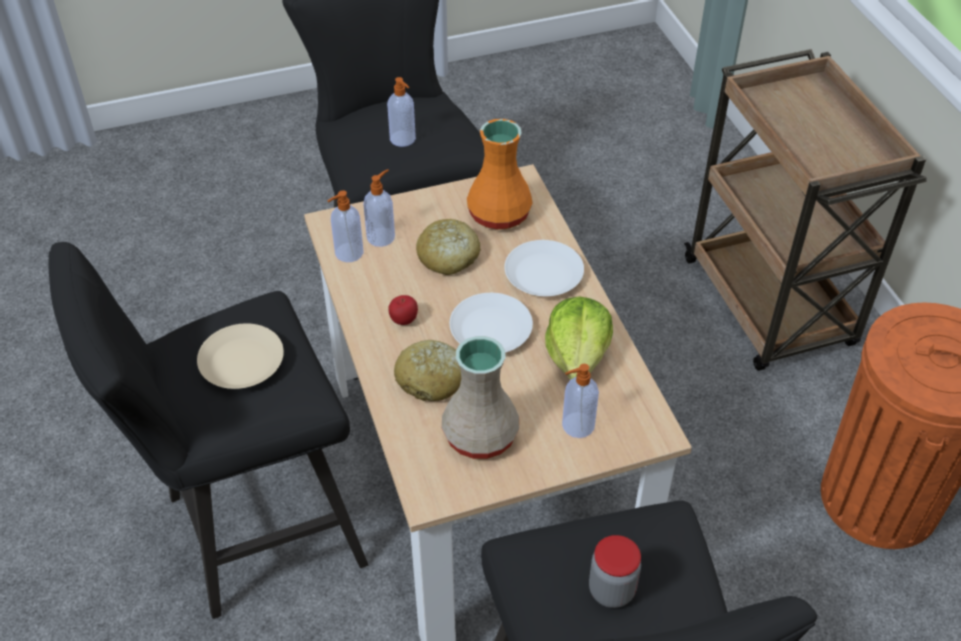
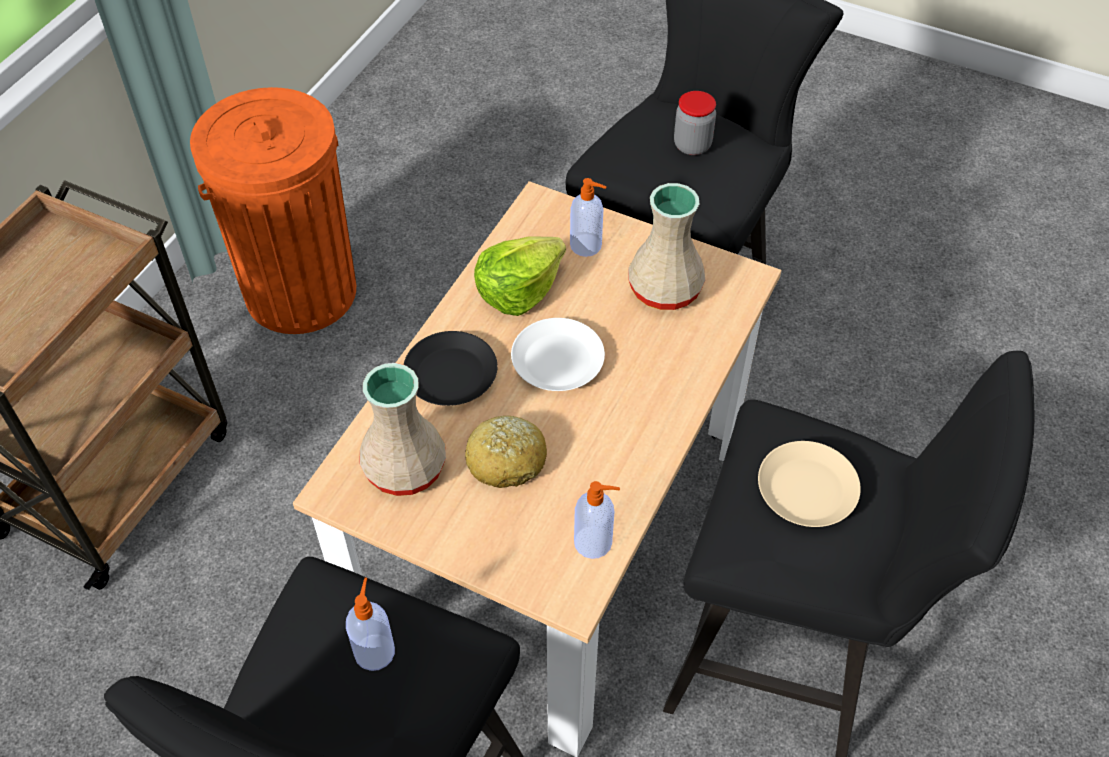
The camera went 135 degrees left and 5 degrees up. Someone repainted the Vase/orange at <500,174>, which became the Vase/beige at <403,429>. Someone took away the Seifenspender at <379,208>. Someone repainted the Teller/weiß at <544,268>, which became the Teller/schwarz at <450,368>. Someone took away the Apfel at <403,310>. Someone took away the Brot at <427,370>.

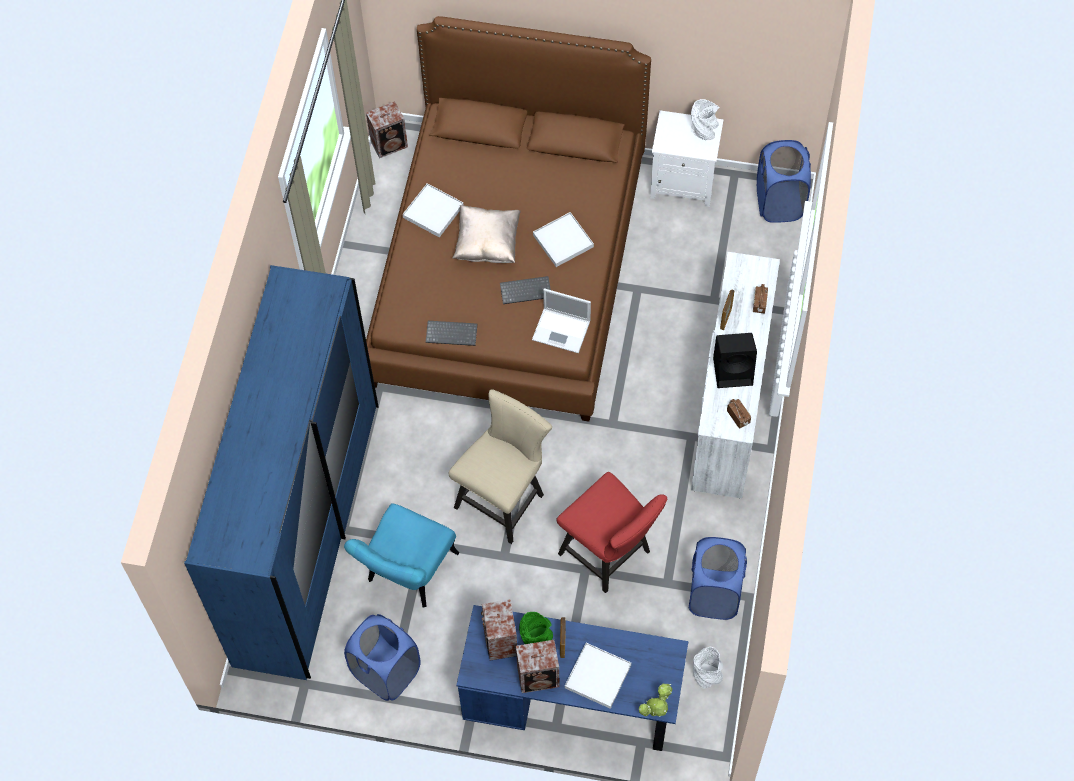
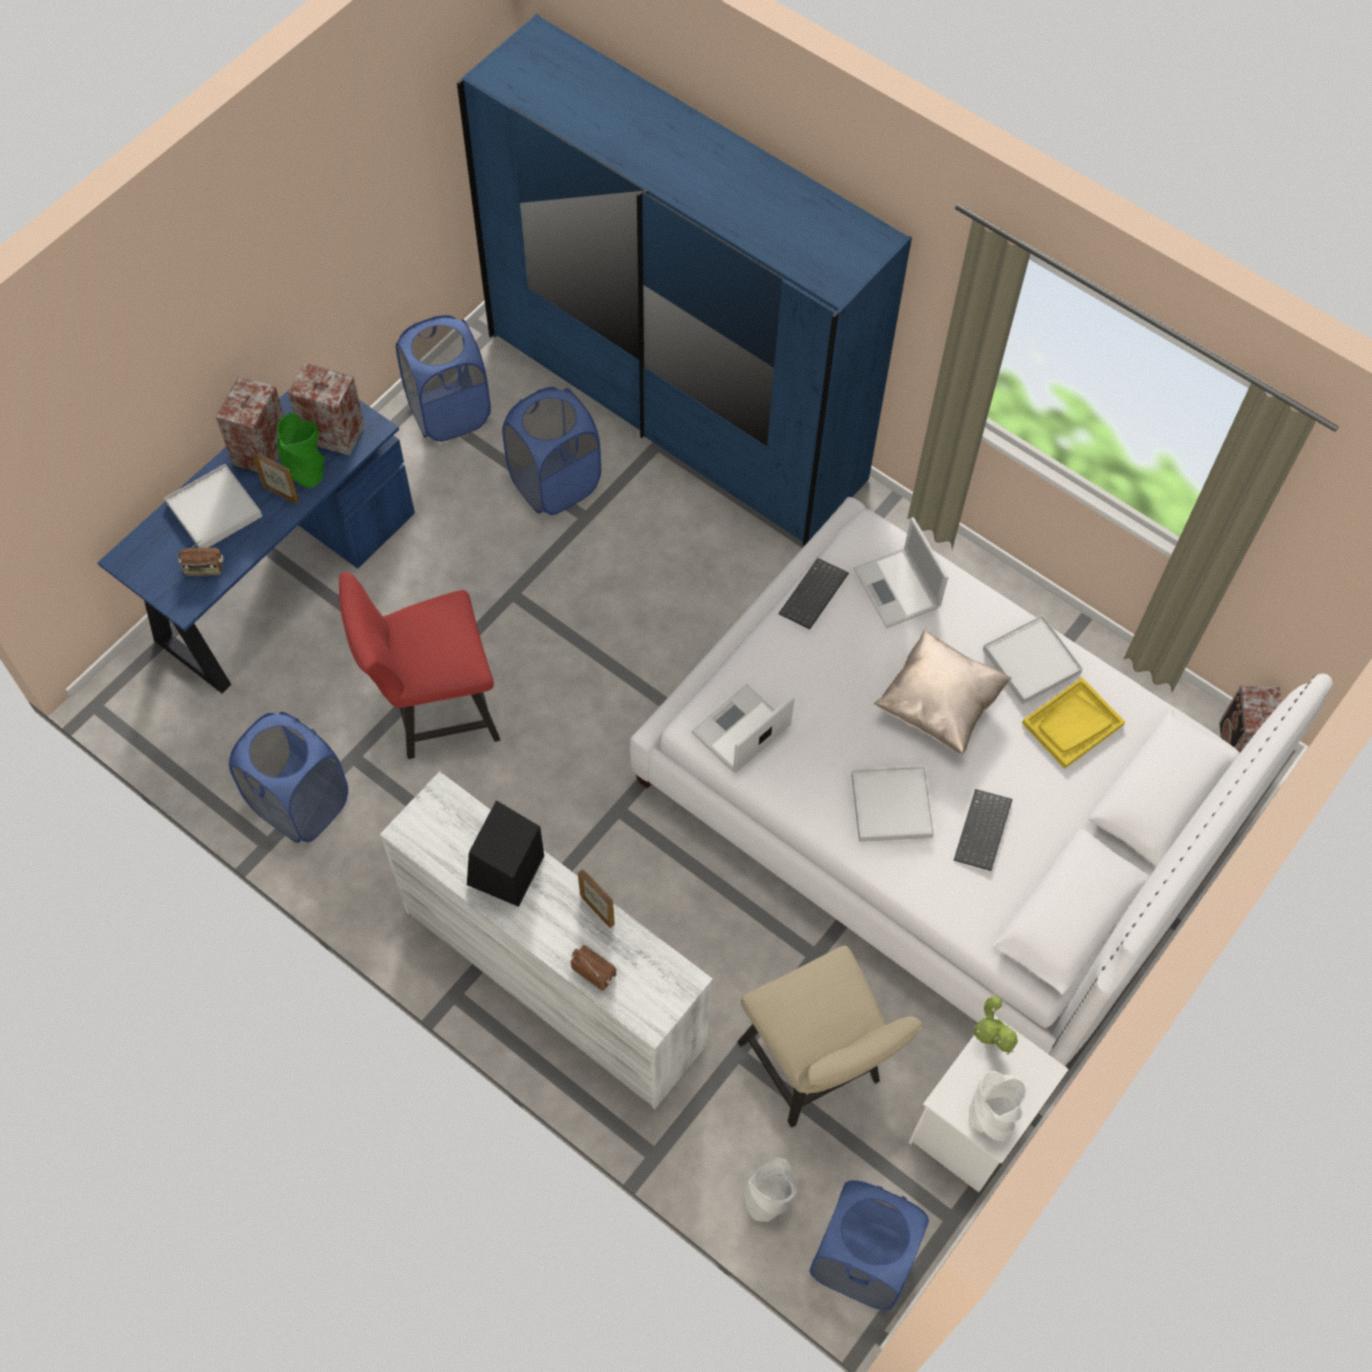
The camera went 115 degrees right and 0 degrees up. Someone repainted the Bett/braun at <508,219>, which became the Bett/weiß at <981,781>. Someone carried the Tastatur from <525,290> to <983,830>. Someone carried the Stuhl/beige from <500,466> to <830,1037>. Someone carried the Radio from <739,413> to <200,557>. Someone swapped the Stuhl/türkis at <402,555> for the Wäschekorb/blau at <551,451>. Someone carried the Vase/grau from <708,668> to <771,1189>. Someone carried the Topfpflanze from <656,700> to <996,1024>. Someone put down the Laptop at <900,572>. Someone put down the Tablett/gelb at <1073,723>.

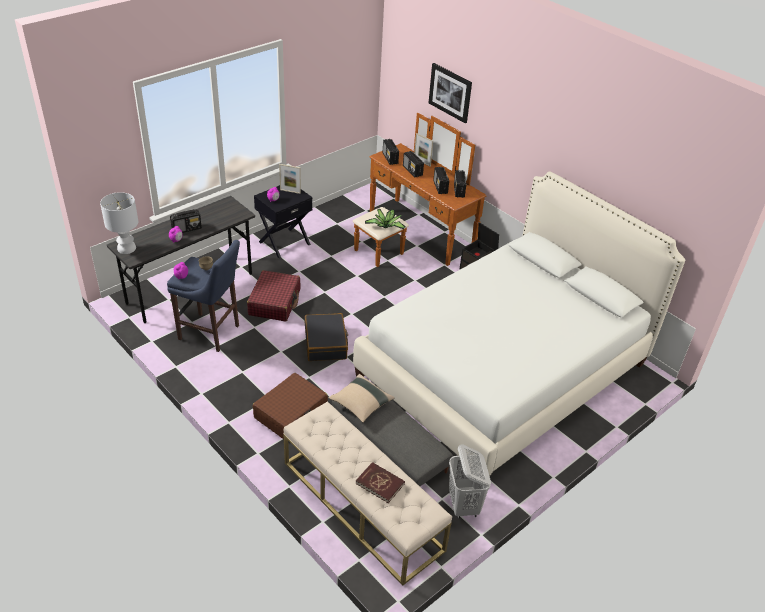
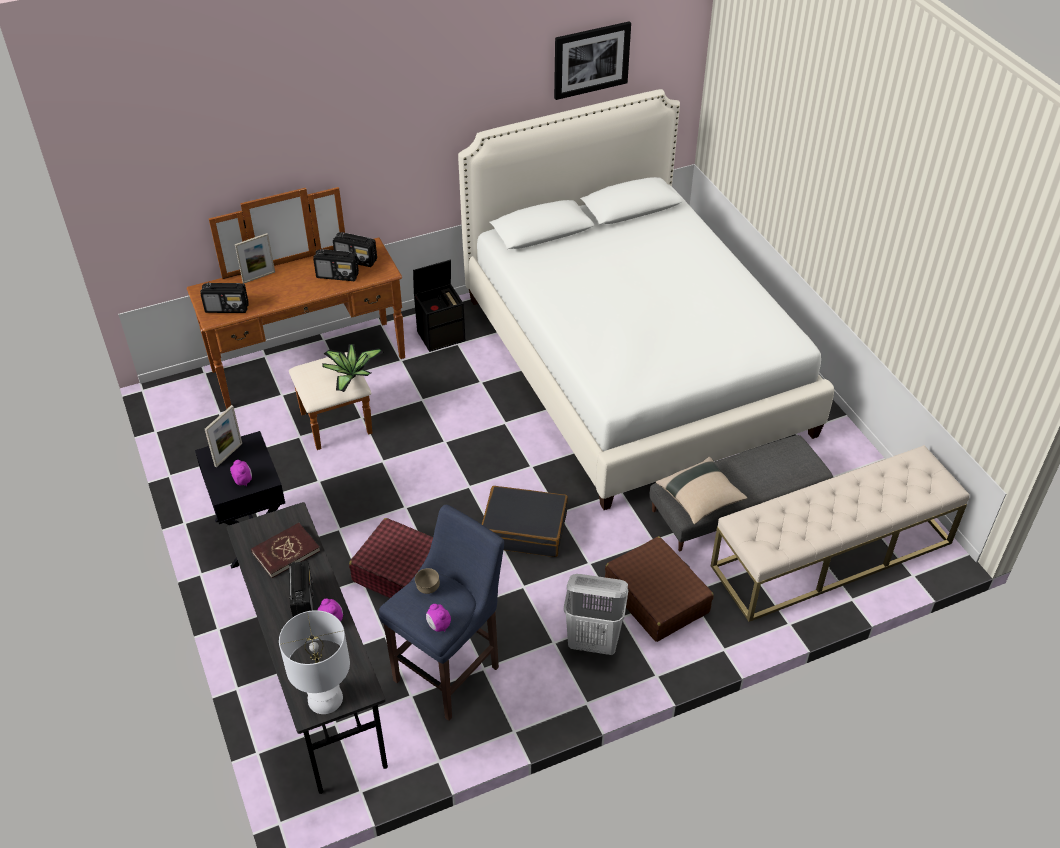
The camera went 70 degrees left and 5 degrees up. Someone carried the Bild from <450,93> to <592,60>. Someone took away the Radio at <413,164>. Someone carried the Wäschekorb/weiß from <470,481> to <596,614>. Someone carried the Buch/rot from <380,482> to <285,550>.

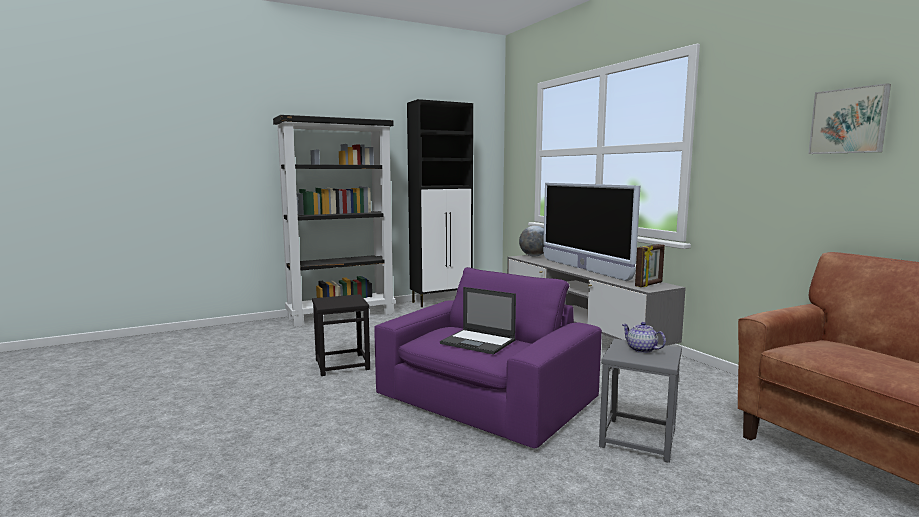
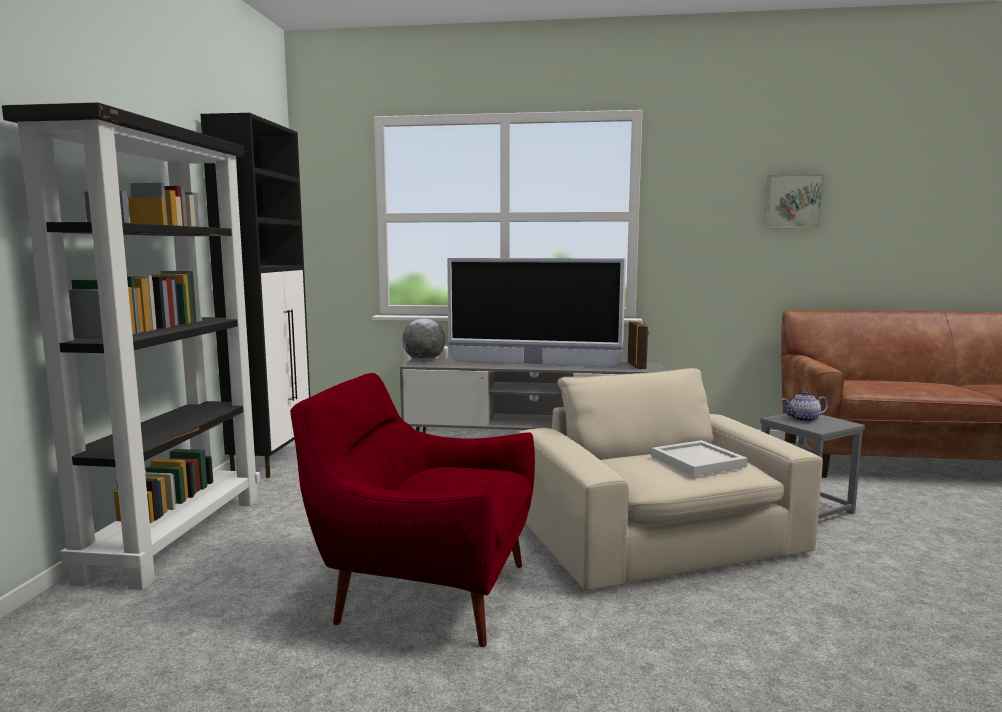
The camera went 55 degrees left and 0 degrees up. Someone repainted the Sessel/lila at <488,357>, which became the Sessel/beige at <670,479>. Someone swapped the Laptop at <478,321> for the Tablett/weiß at <699,458>. Someone swapped the Hocker/schwarz at <341,335> for the Sessel/rot at <412,510>.

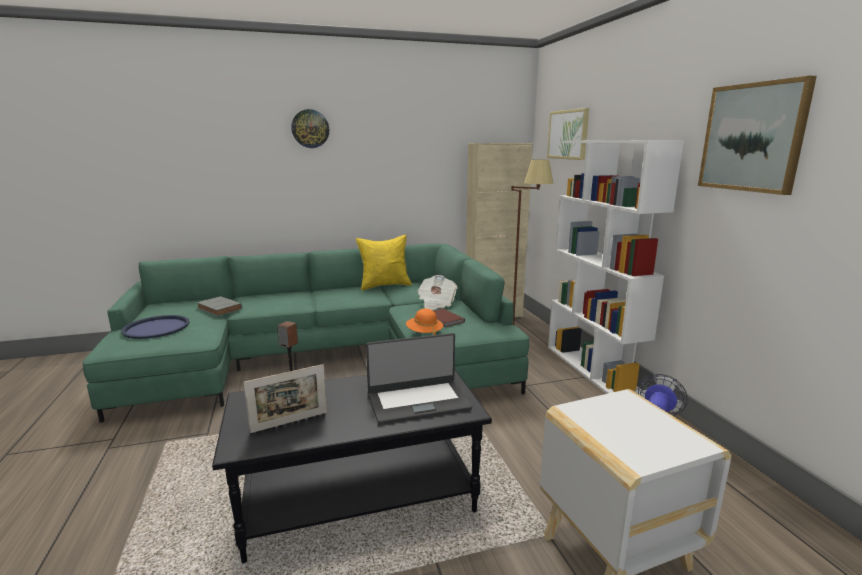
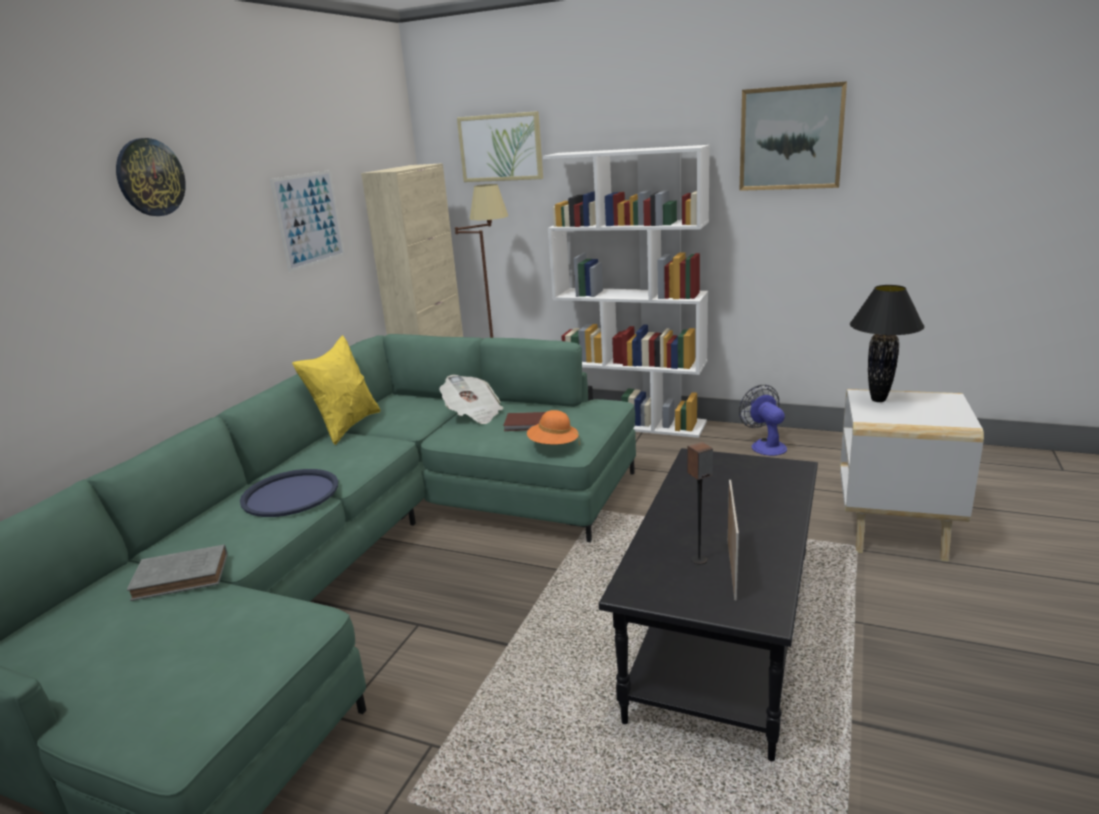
The camera went 50 degrees left and 5 degrees up. Someone carried the Tablett/blau from <155,327> to <289,493>. Someone took away the Laptop at <419,378>. Someone put up the Bild at <307,221>. Someone put down the Tischlampe/schwarz at <887,343>.

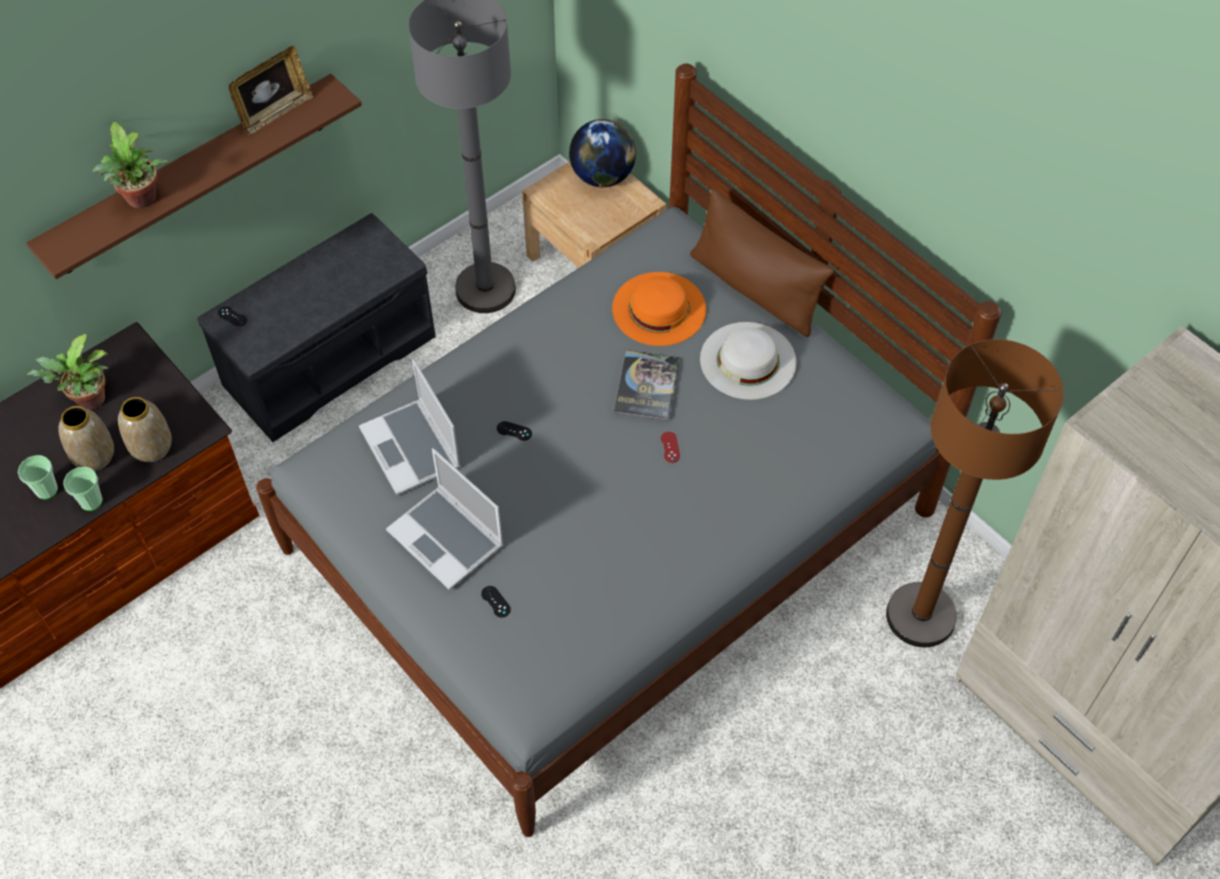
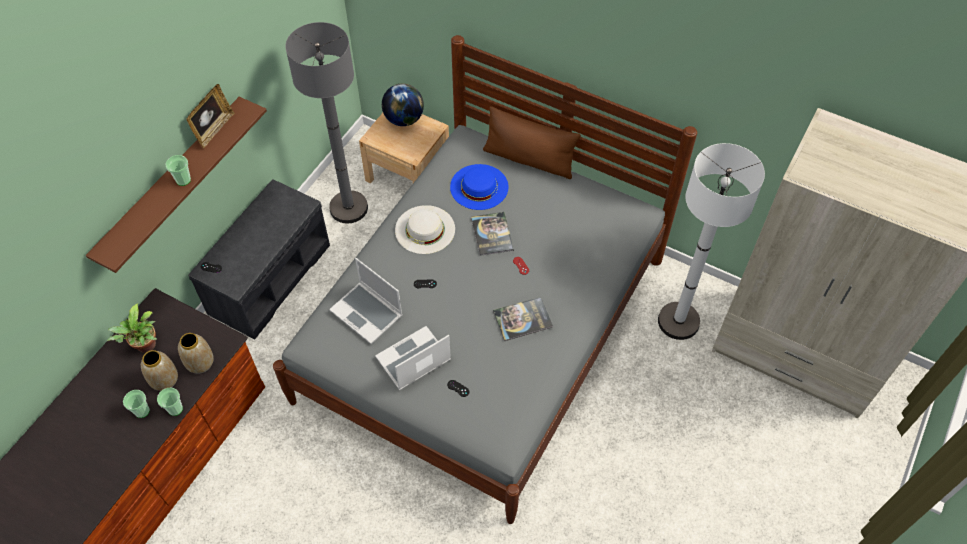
The camera went 20 degrees left and 0 degrees up. Someone took away the Topfpflanze at <130,164>. Someone repainted the Hut/orange at <659,309>, which became the Hut/blau at <479,187>. Someone carried the Hut/weiß from <748,361> to <425,229>. Someone repainted the Stehlampe/braun at <975,493>, which became the Stehlampe/weiß at <711,241>. Someone rotated the Laptop at <445,519> by 120 degrees clockwise. Someone put down the Tasse at <178,170>. Someone put down the Buch at <523,319>.

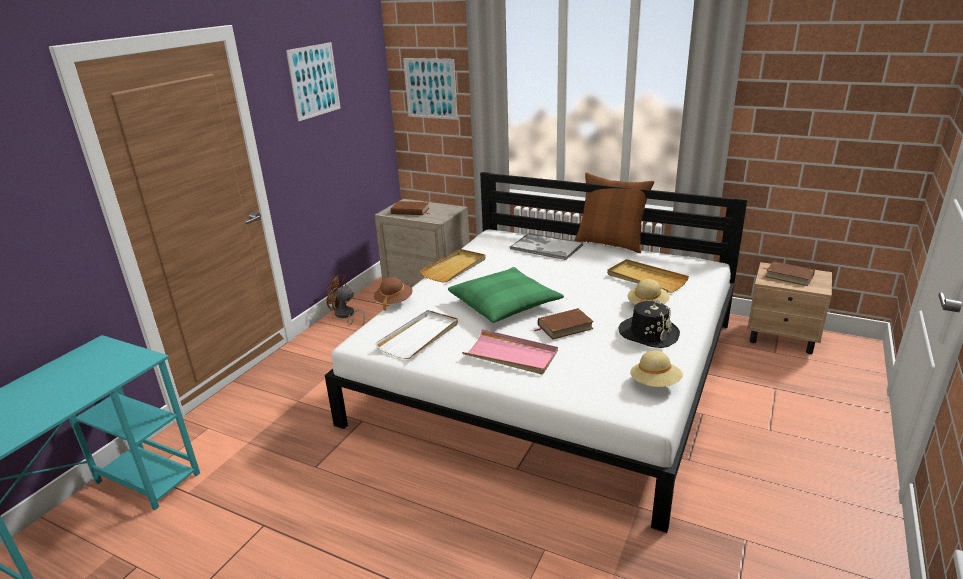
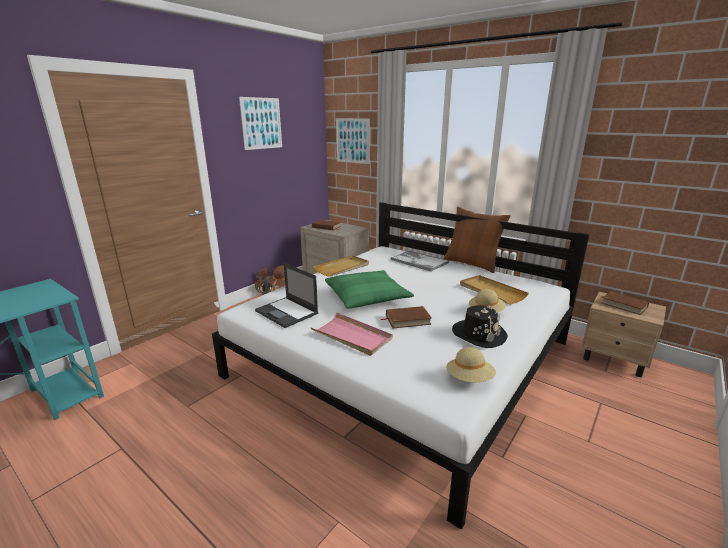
The camera went 10 degrees right and 5 degrees down. Someone swapped the Tablett/weiß at <416,334> for the Laptop at <286,295>.

